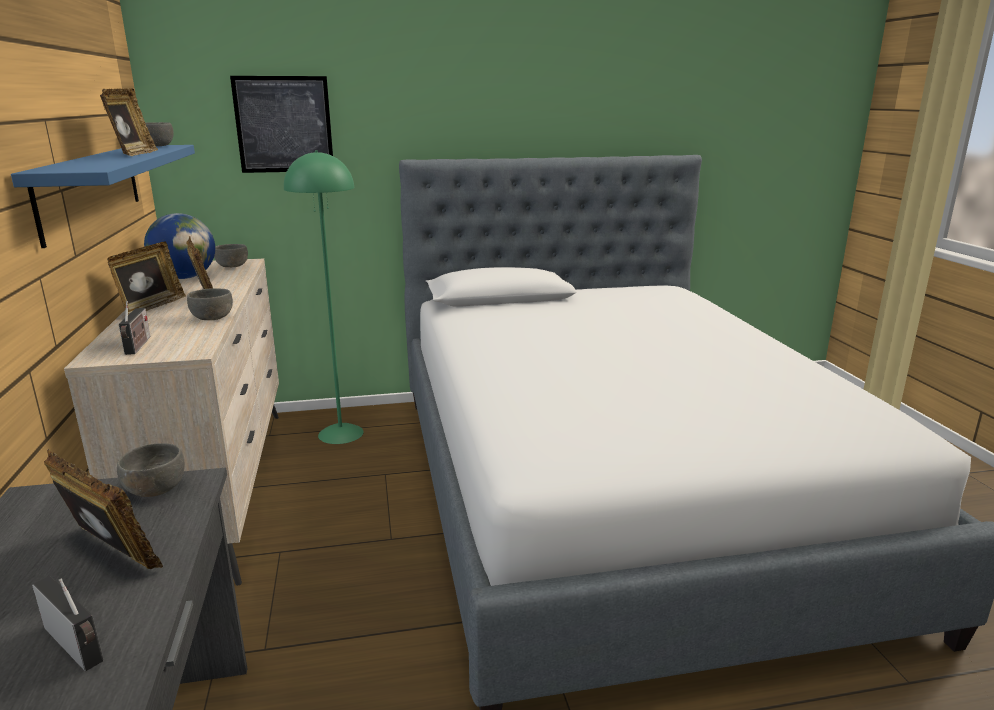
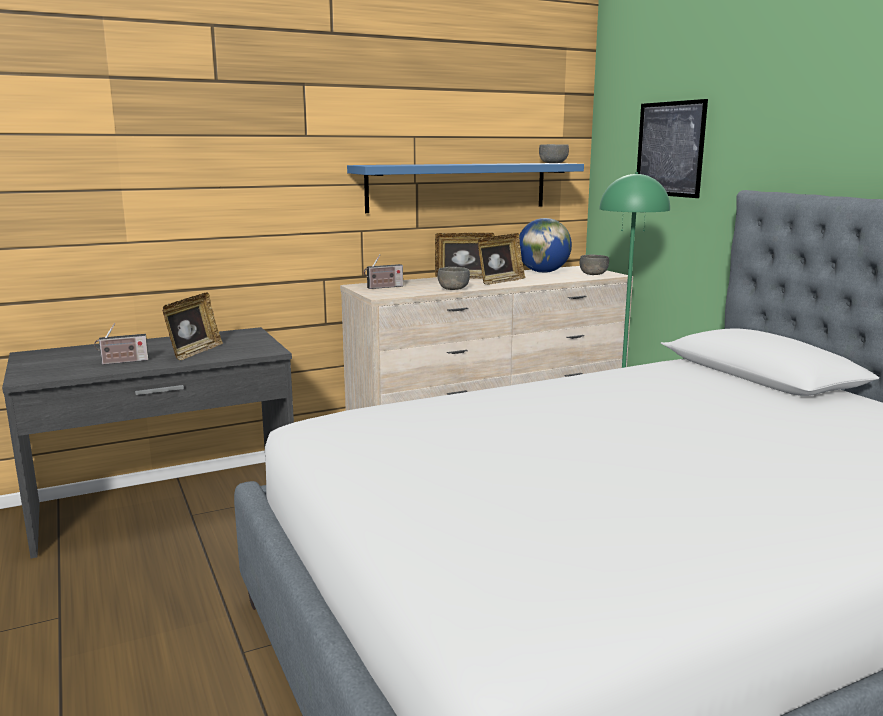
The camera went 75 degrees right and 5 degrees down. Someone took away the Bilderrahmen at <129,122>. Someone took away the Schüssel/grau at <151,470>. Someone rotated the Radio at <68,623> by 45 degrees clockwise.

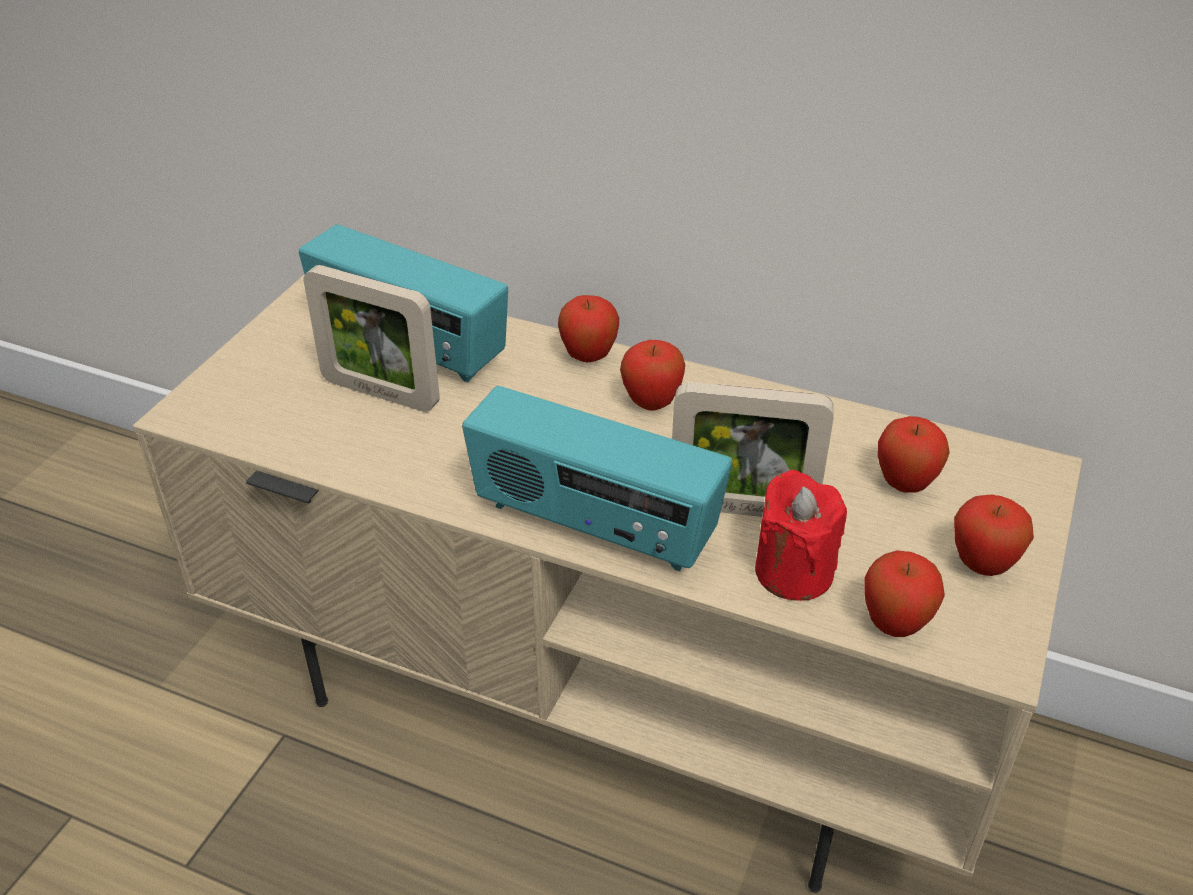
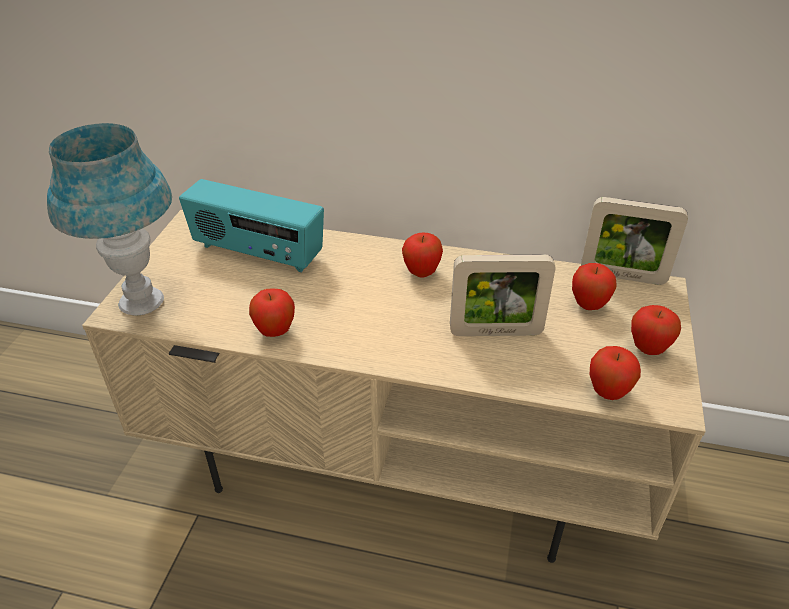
The camera went 10 degrees left and 0 degrees up. Someone carried the Bilderrahmen from <372,338> to <634,241>. Someone carried the Apfel from <588,328> to <272,312>. Someone took away the Radio at <597,478>. Someone took away the Kerze/rot at <801,535>. Someone put down the Tischlampe/blau at <109,219>.

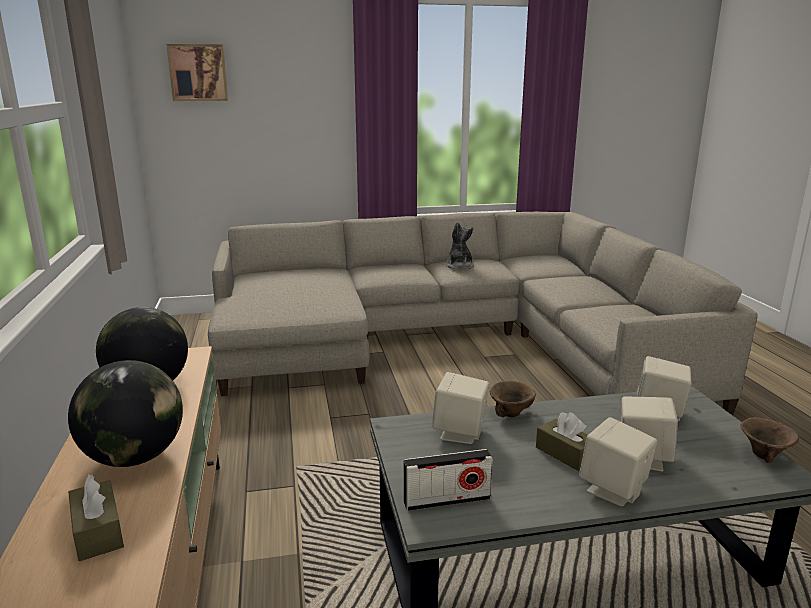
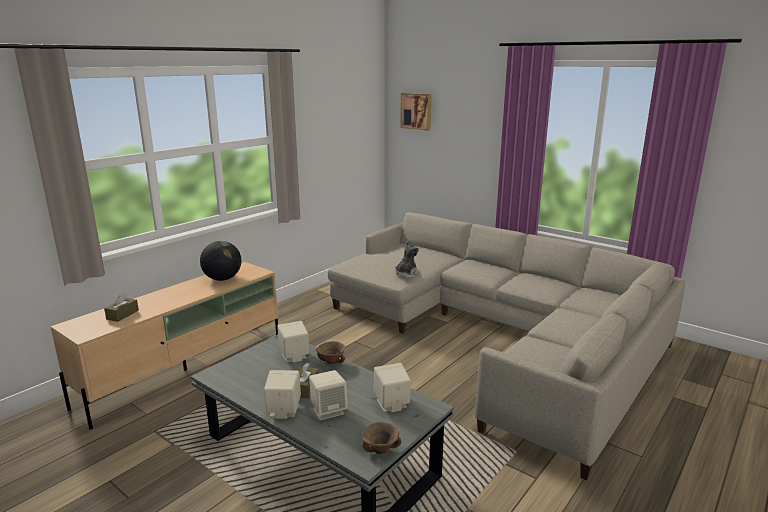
The camera went 50 degrees right and 0 degrees up. Someone carried the Plüschtier from <460,245> to <407,259>. Someone took away the Globus at <125,413>. Someone took away the Radio at <448,480>.

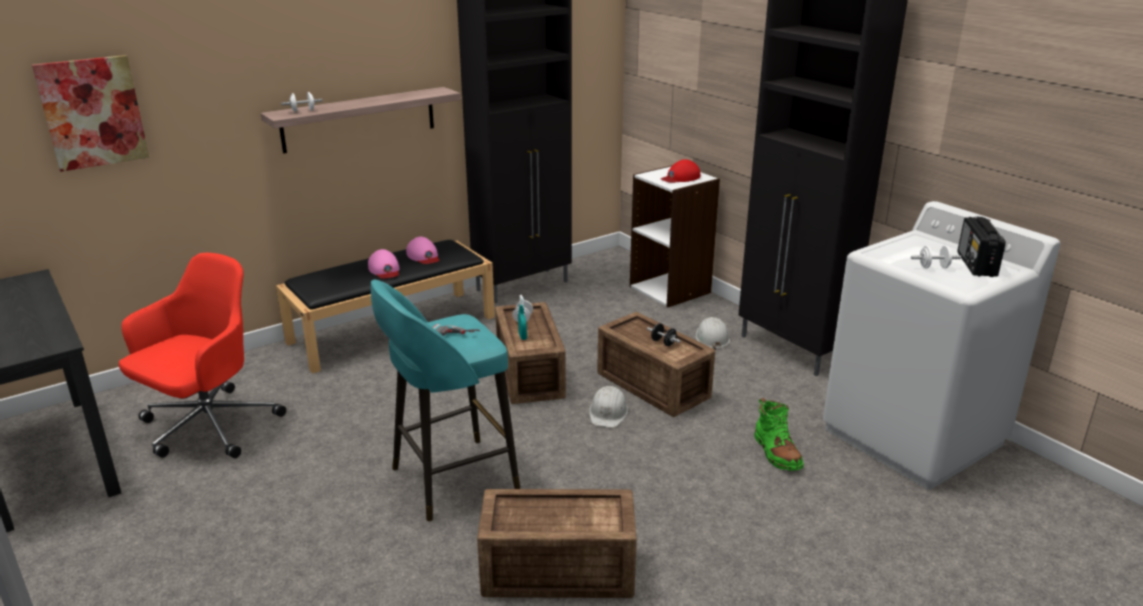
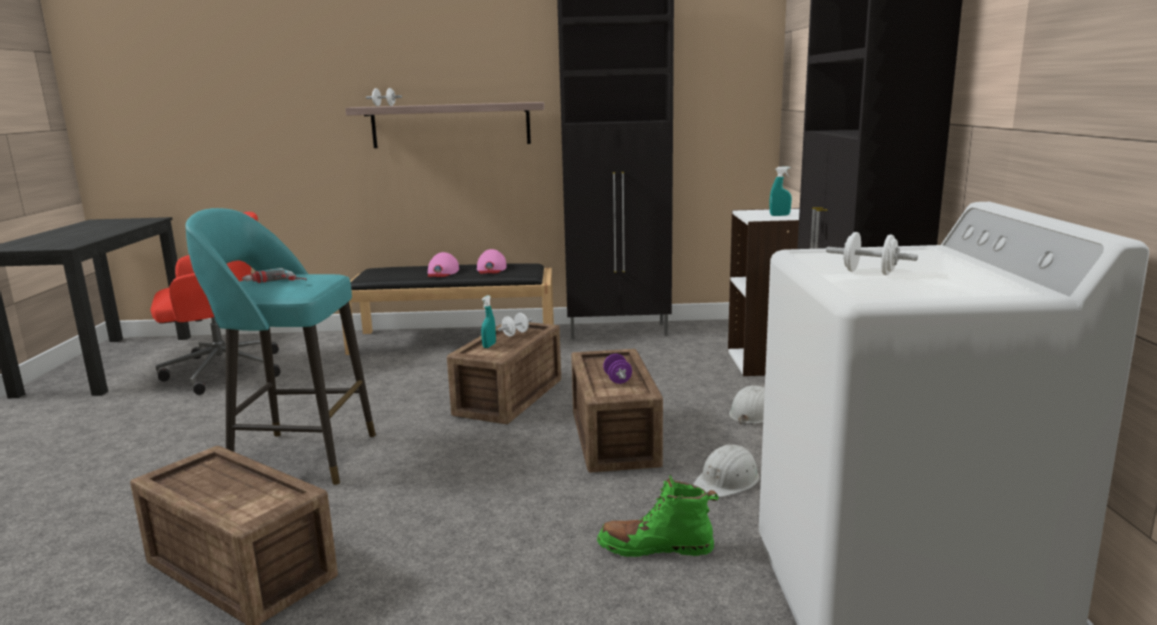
The camera went 35 degrees right and 10 degrees down. Someone took away the Bild at <90,113>. Someone swapped the Kappe/rot at <680,171> for the Sprühflasche/türkis at <780,191>. Someone took away the Radio at <981,246>. Someone repainted the Hantel/schwarz at <664,334>, which became the Hantel/lila at <617,369>. Someone carried the Schutzhelm/weiß from <608,407> to <726,470>. Someone rotated the Stiefel/grün at <779,434> by 75 degrees clockwise.

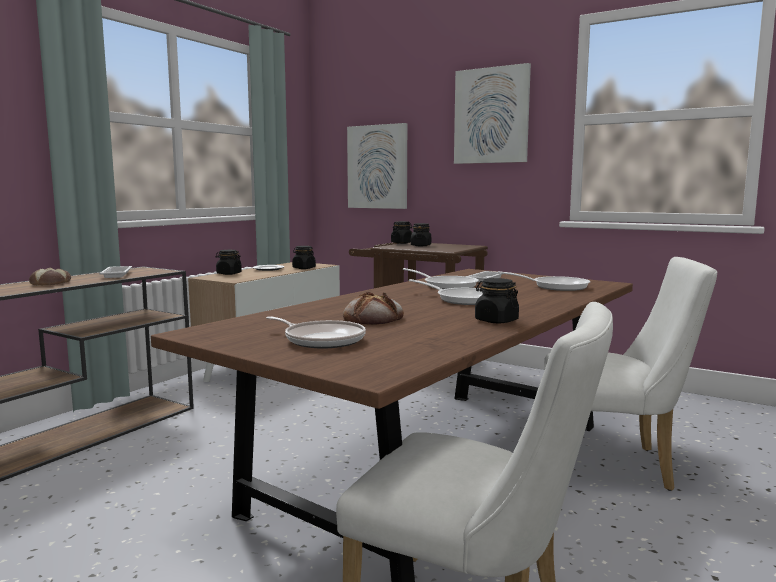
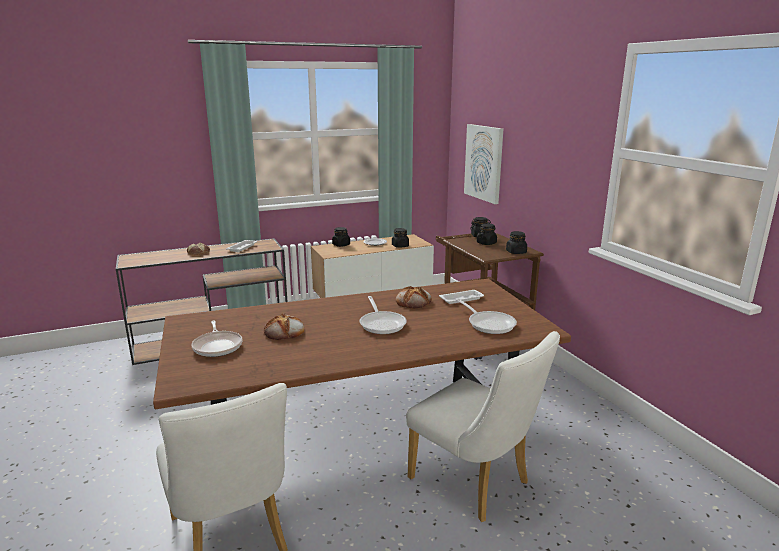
The camera went 35 degrees right and 10 degrees up. Someone took away the Bild at <492,113>. Someone swapped the Pfanne at <441,278> for the Brot at <414,297>. Someone carried the Vorratsglas/schwarz from <497,300> to <516,242>.

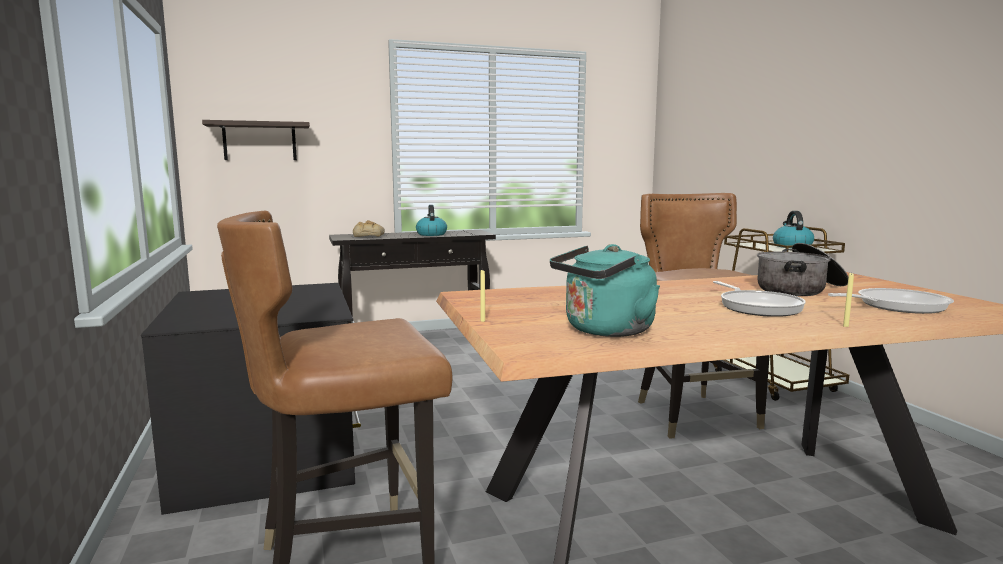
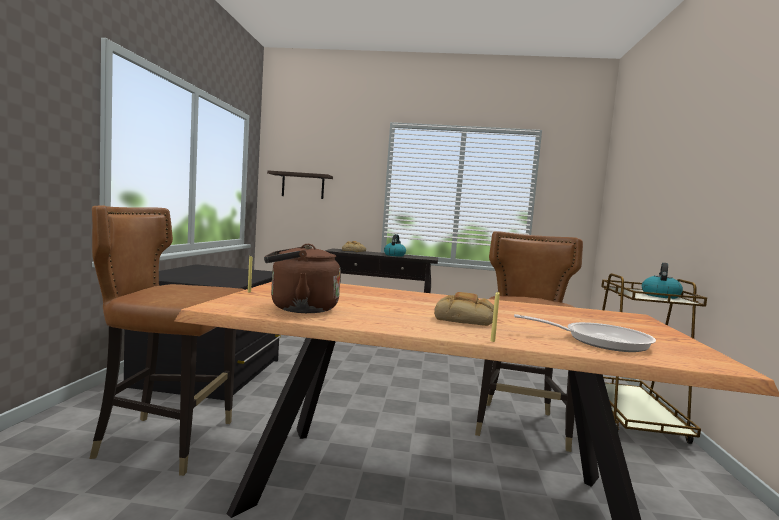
The camera went 25 degrees right and 5 degrees down. Someone took away the Kochtopf at <802,269>. Someone repainted the Wasserkessel/türkis at <605,290>, which became the Wasserkessel/braun at <302,278>. Someone swapped the Pfanne at <759,299> for the Brot at <464,309>.

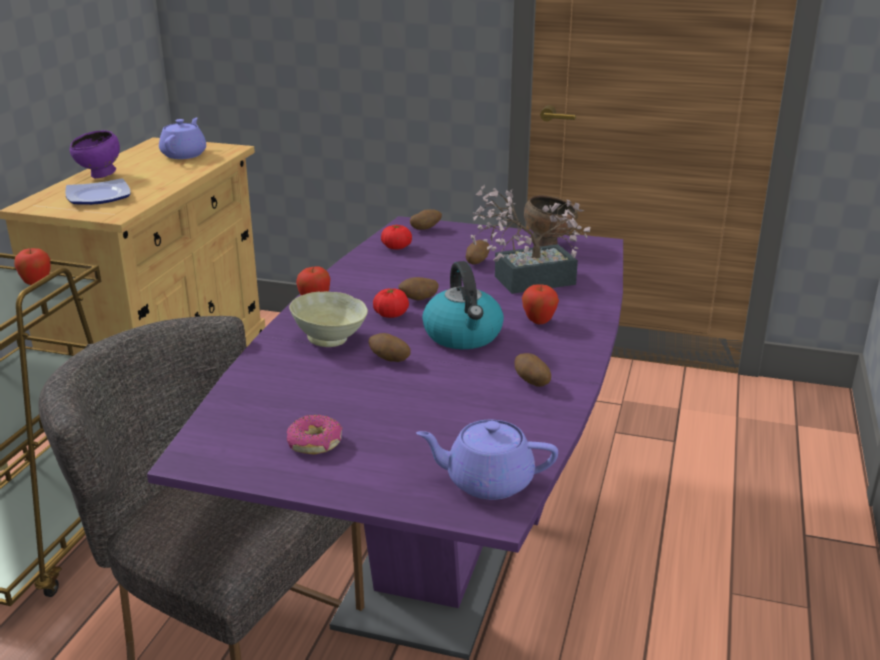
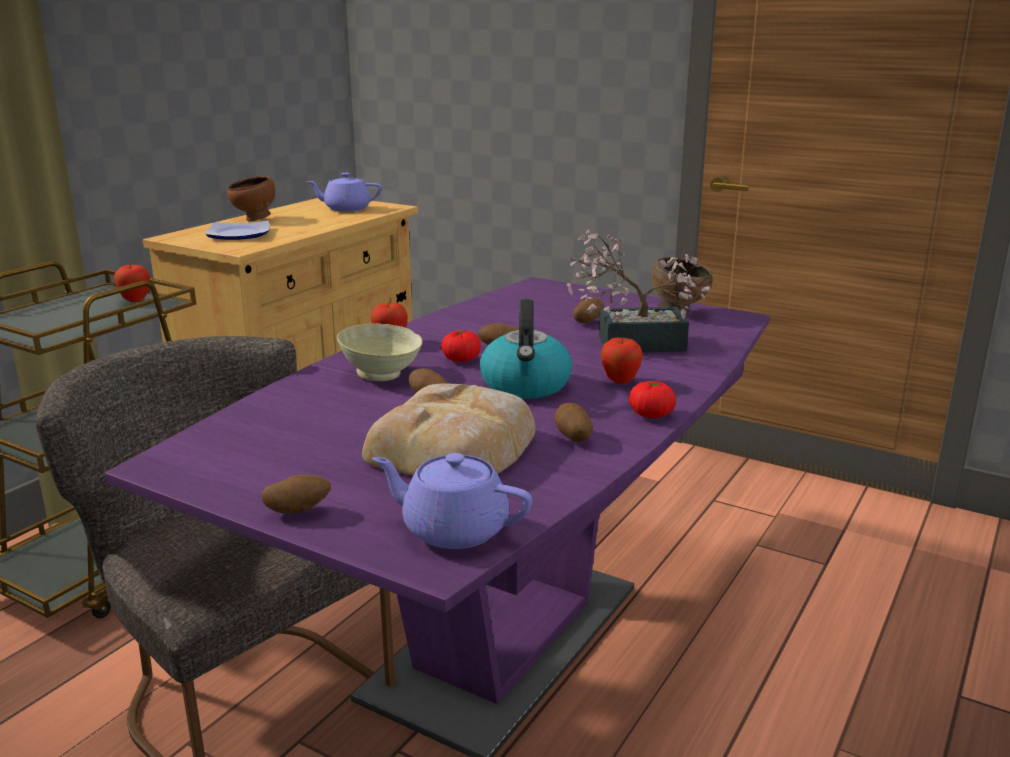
The camera went 15 degrees right and 5 degrees down. Someone rotated the Teekanne/lila at <182,138> by 120 degrees counterclockwise. Someone repainted the Schüssel/lila at <95,154>, which became the Schüssel/braun at <251,198>. Someone carried the Kartoffel from <426,219> to <296,494>. Someone carried the Tomate from <396,237> to <652,399>. Someone took away the Donut at <315,435>. Someone put down the Brot at <449,430>.

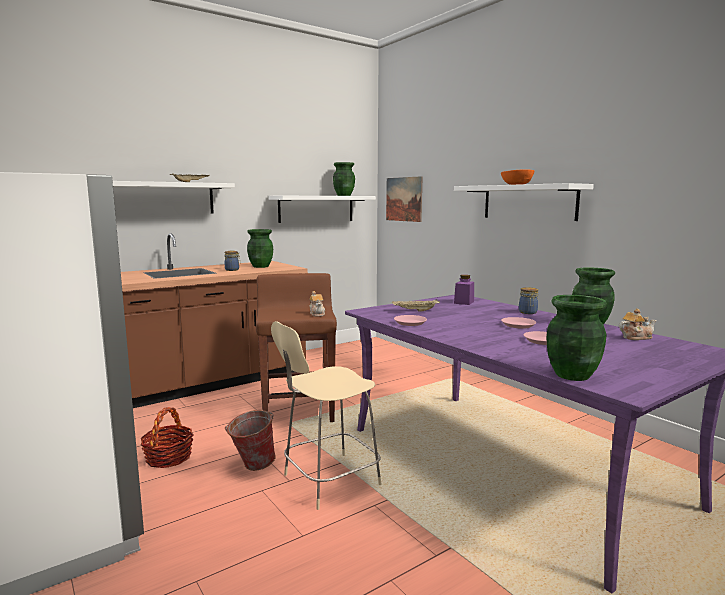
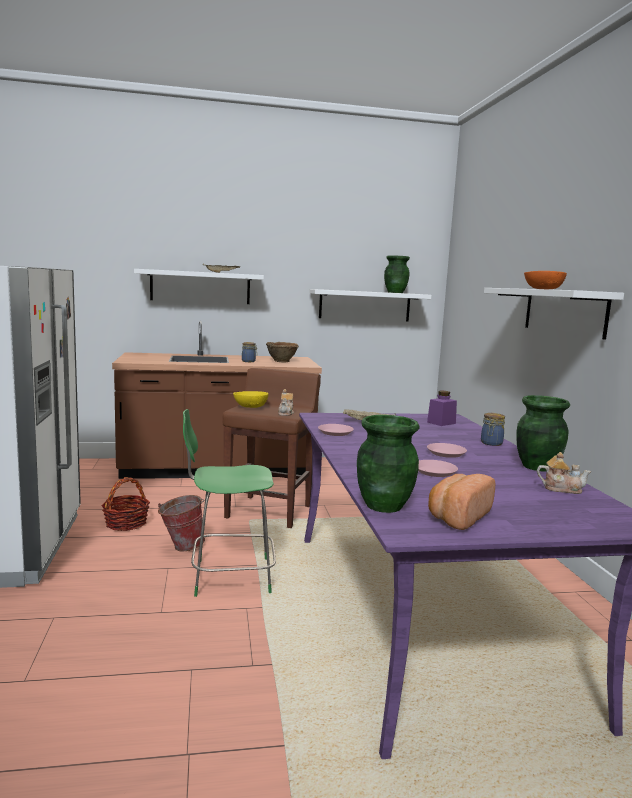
The camera went 25 degrees right and 0 degrees up. Someone took away the Bild at <404,199>. Someone swapped the Vase/grün at <260,248> for the Schüssel/braun at <282,352>. Someone repainted the Stuhl/beige at <326,415>, which became the Stuhl/grün at <229,503>. Someone put down the Schüssel/gelb at <251,399>. Someone put down the Brot at <461,502>.

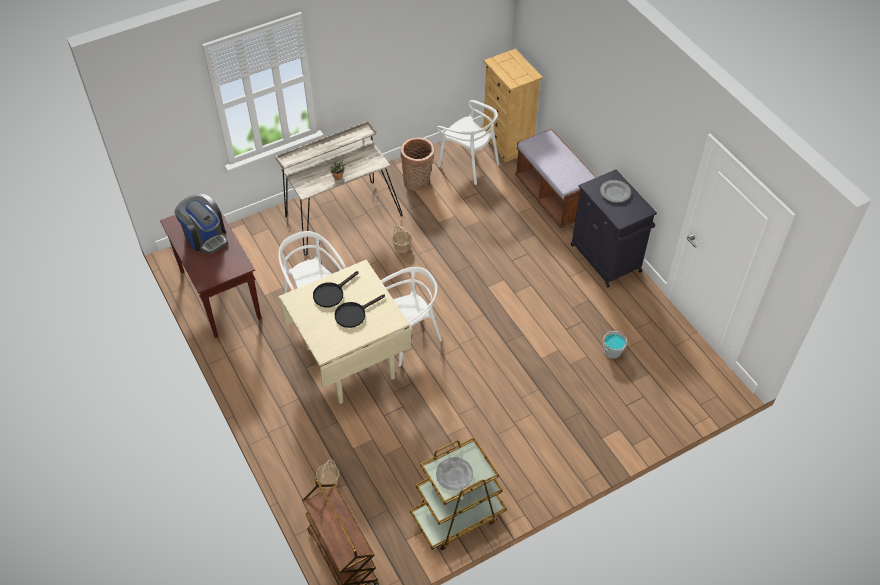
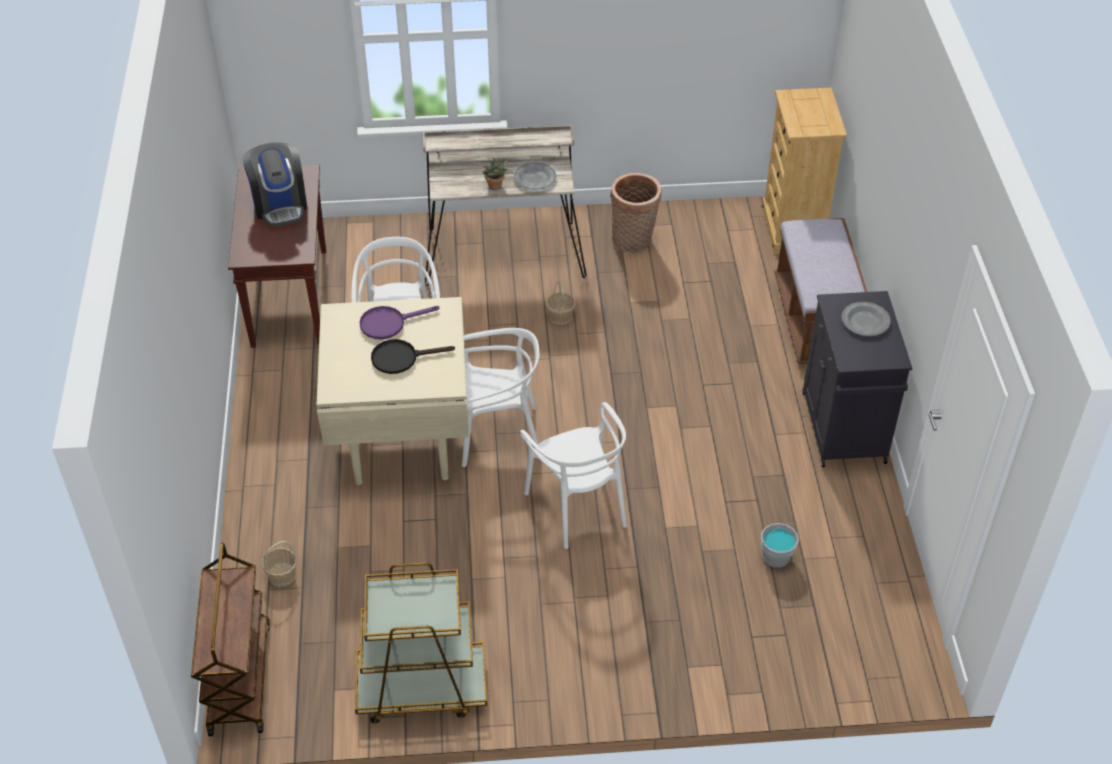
The camera went 25 degrees right and 5 degrees down. Someone carried the Stuhl/weiß from <468,142> to <573,475>. Someone repainted the Pfanne/schwarz at <335,289>, which became the Pfanne/lila at <399,322>. Someone carried the Teller/grau from <454,474> to <534,176>.

